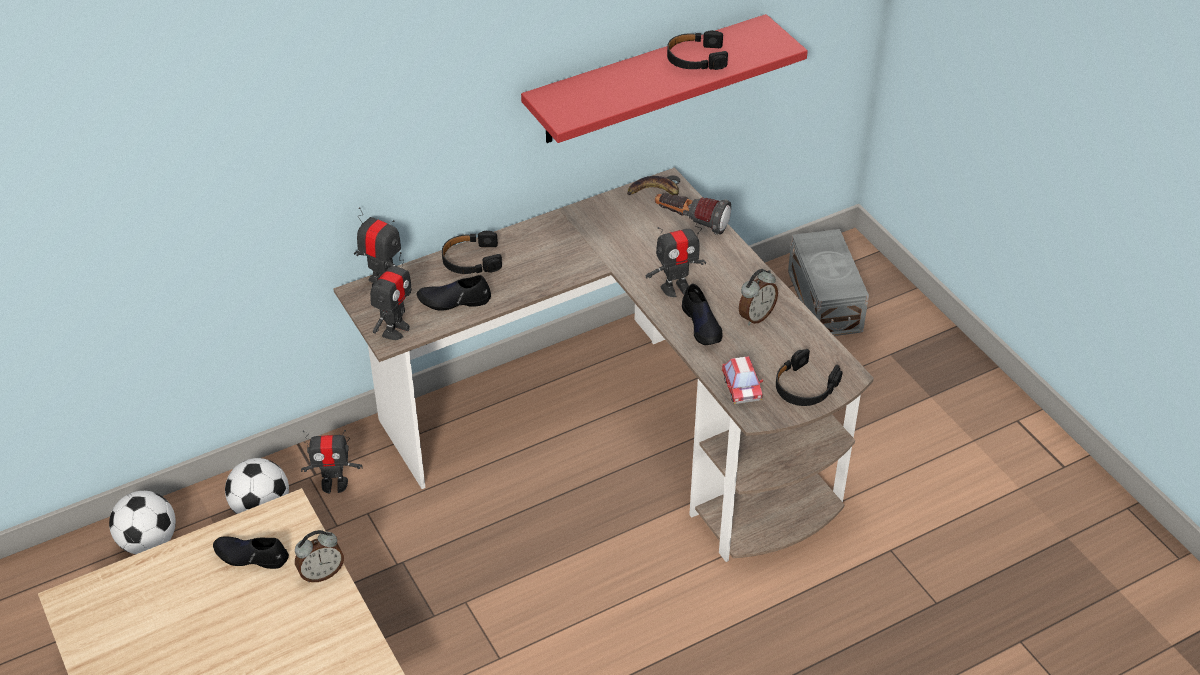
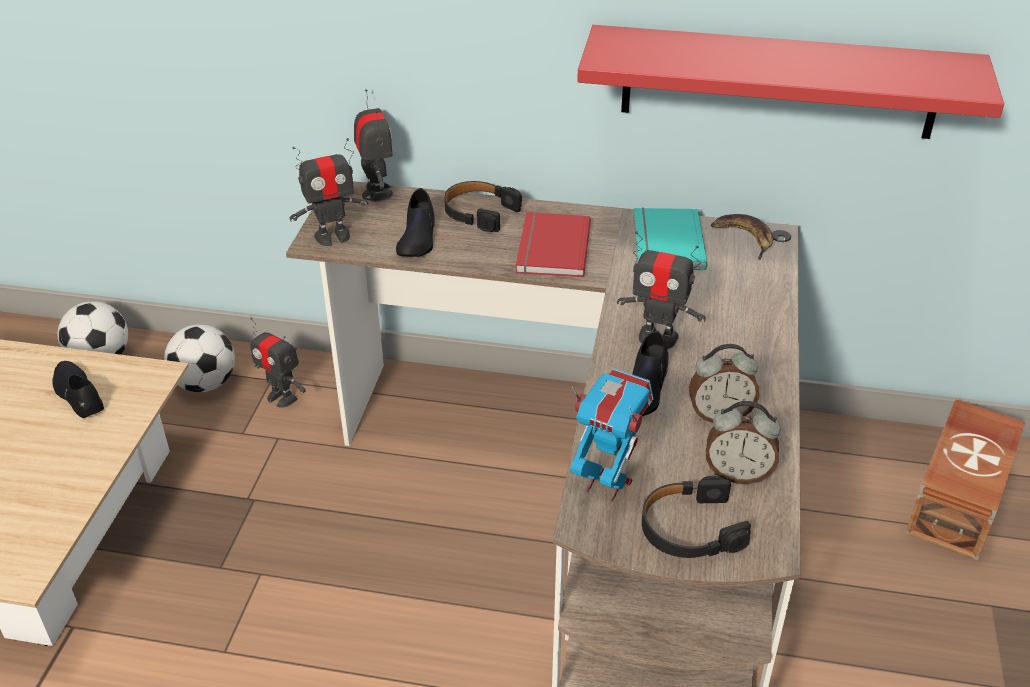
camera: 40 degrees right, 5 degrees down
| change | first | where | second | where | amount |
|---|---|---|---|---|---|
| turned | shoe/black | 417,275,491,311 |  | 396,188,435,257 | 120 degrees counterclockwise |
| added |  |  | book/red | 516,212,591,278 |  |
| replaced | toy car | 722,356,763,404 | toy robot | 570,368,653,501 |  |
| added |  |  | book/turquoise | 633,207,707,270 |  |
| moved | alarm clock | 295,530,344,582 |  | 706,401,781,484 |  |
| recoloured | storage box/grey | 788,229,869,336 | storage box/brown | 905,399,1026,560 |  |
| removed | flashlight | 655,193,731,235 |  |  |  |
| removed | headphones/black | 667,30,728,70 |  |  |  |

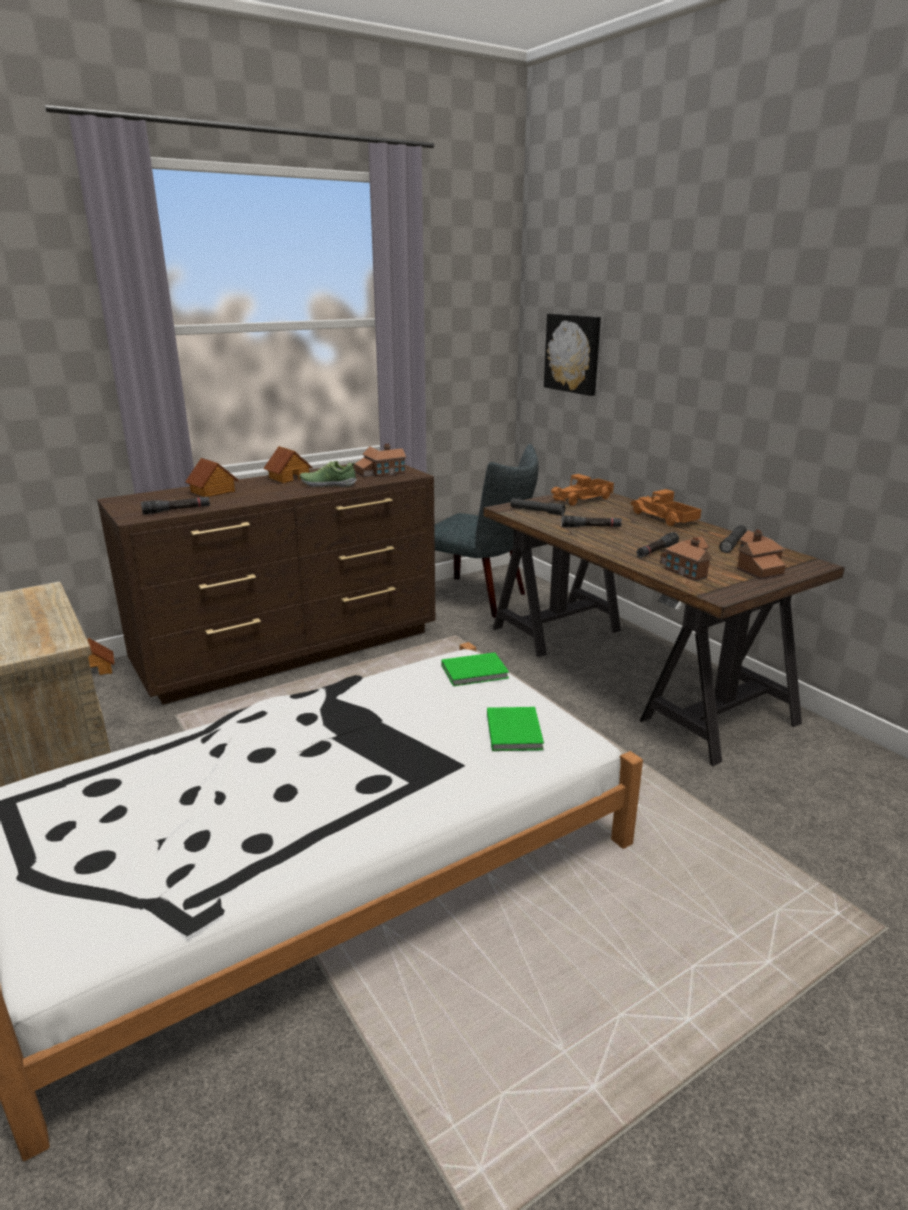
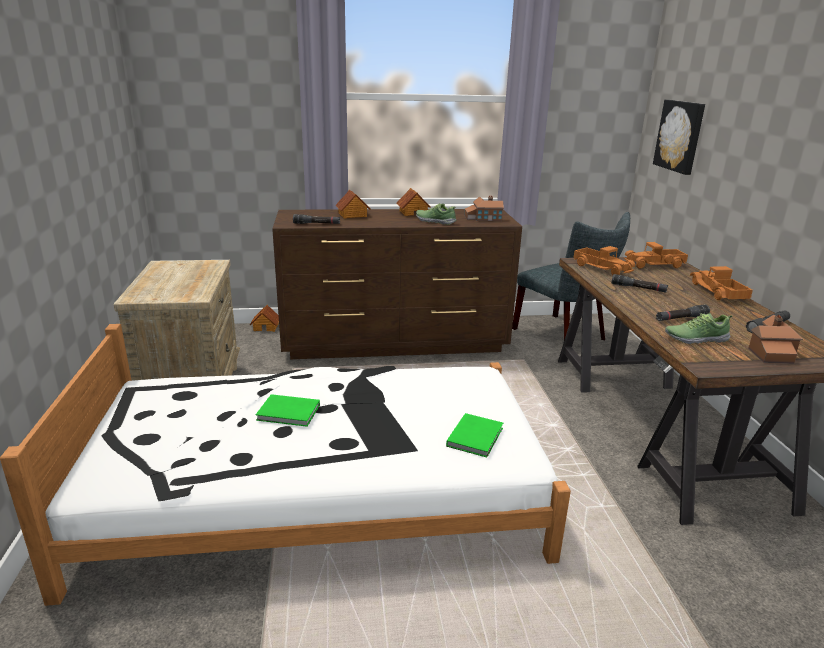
camera: 25 degrees right, 0 degrees up
| change | first | where | second | where | amount |
|---|---|---|---|---|---|
| moved | book/green | 441,652,509,686 |  | 256,394,320,427 |  |
| replaced | flashlight/grey | 511,498,566,515 | toy truck | 573,246,635,275 |  |
| replaced | toy house | 660,536,712,581 | shoe | 665,313,732,344 |  |

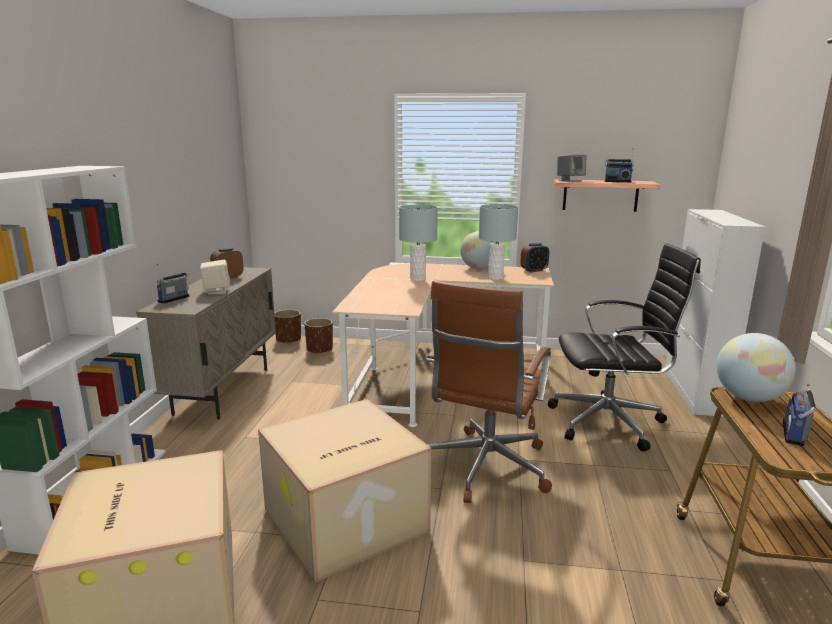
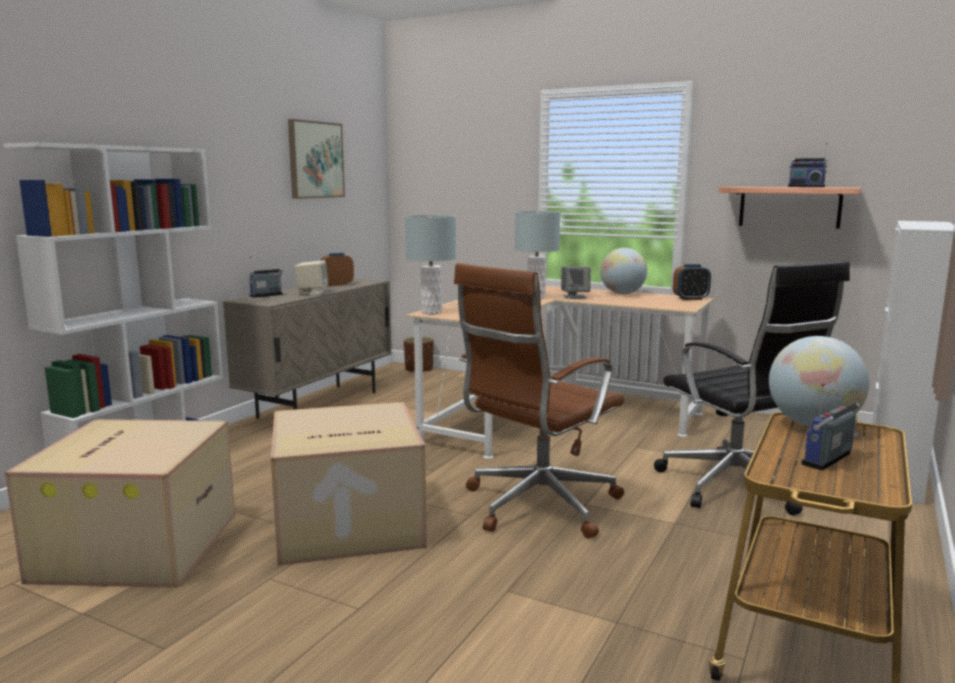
camera: 20 degrees right, 5 degrees down
| change | first | where | second | where | amount |
|---|---|---|---|---|---|
| added |  |  | picture | 288,119,345,199 |  |
| moved | table lamp/grey | 479,204,518,280 |  | 405,215,456,314 |  |
| moved | speaker/grey | 557,154,587,182 |  | 561,266,591,299 |  |
| turned | office chair/black | 548,243,701,451 |  | 654,261,850,516 | 45 degrees clockwise |
| removed | planter/brown | 304,318,333,354 |  |  |  |

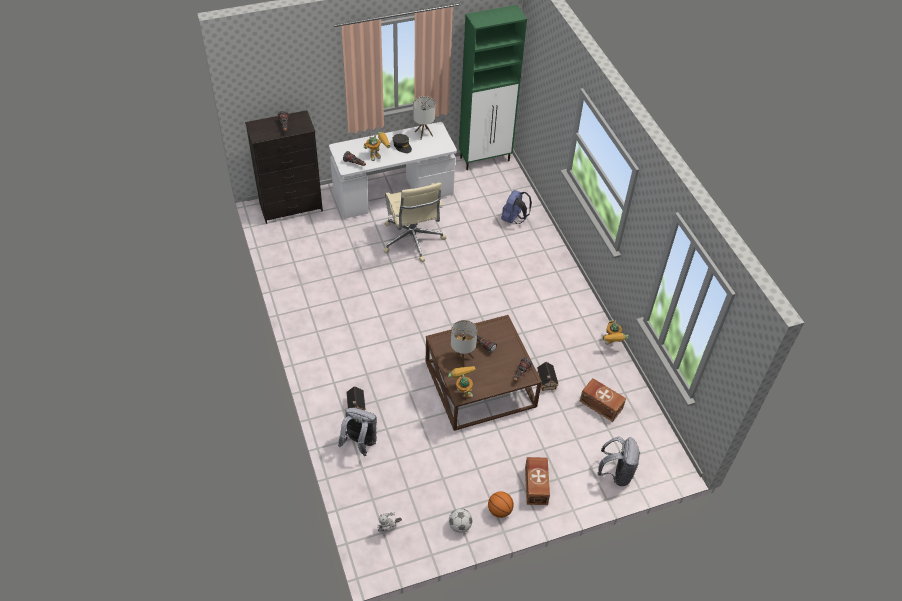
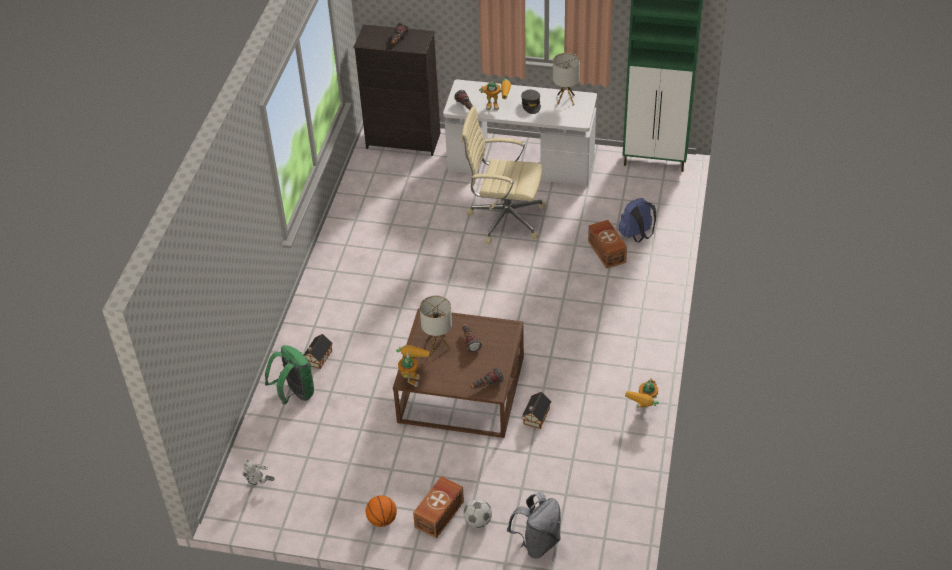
camera: 35 degrees right, 5 degrees down
| change | first | where | second | where | amount |
|---|---|---|---|---|---|
| recoloured | backpack/grey | 338,408,377,456 | backpack/green | 265,345,314,405 |  |
| turned | office chair/beige | 384,182,447,262 |  | 462,105,546,244 | 90 degrees clockwise |
| moved | football | 449,508,472,533 |  | 463,499,492,528 |  |
| moved | storage box/brown | 580,378,626,422 |  | 588,220,627,269 |  |

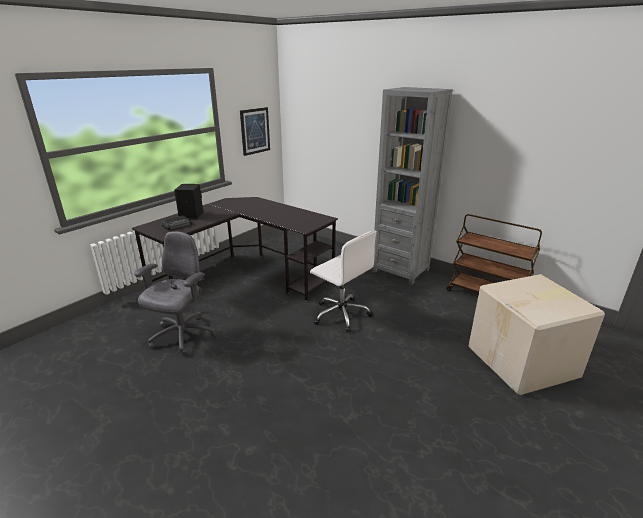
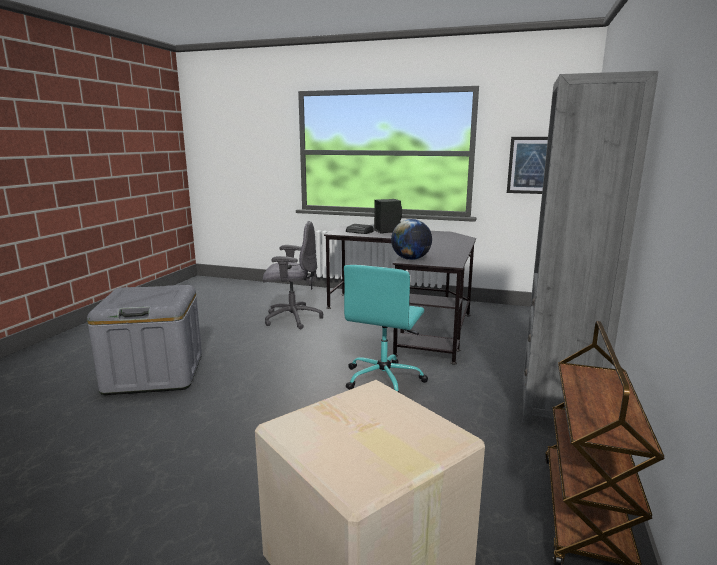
camera: 70 degrees right, 10 degrees down
| change | first | where | second | where | amount |
|---|---|---|---|---|---|
| added |  |  | storage box/grey | 87,285,202,395 |  |
| recoloured | office chair/white | 310,231,377,332 | office chair/turquoise | 344,265,428,393 |  |
| added |  |  | globe | 391,219,432,260 |  |

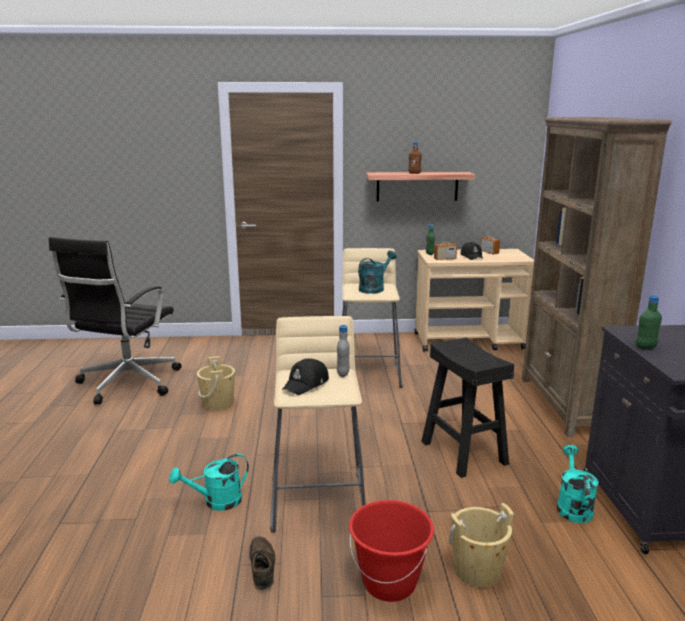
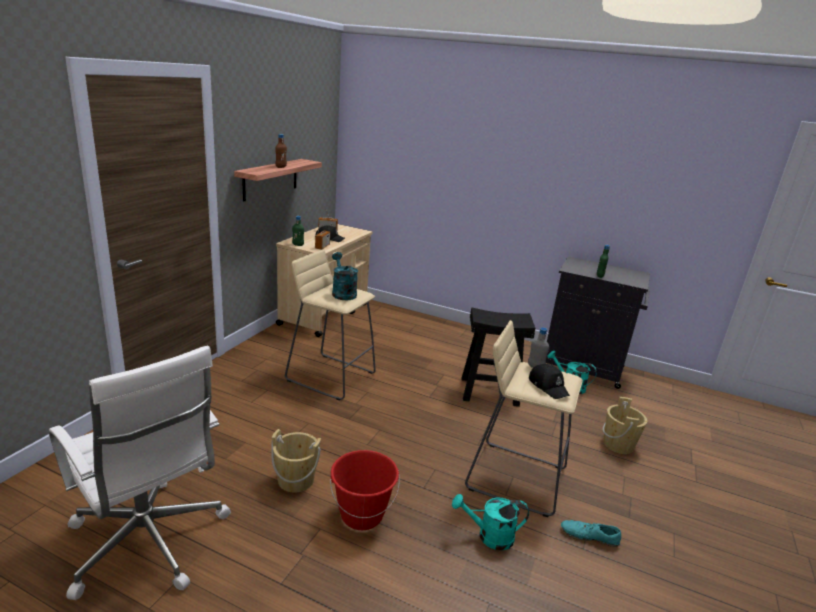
camera: 65 degrees left, 5 degrees up
| change | first | where | second | where | amount |
|---|---|---|---|---|---|
| recoloured | office chair/black | 49,237,182,404 | office chair/white | 49,346,231,600 |  |
| moved | bucket/red | 349,500,434,602 |  | 330,450,400,530 |  |
| turned | watering can/turquoise | 169,454,249,511 |  | 452,494,529,551 | 90 degrees clockwise |
| recoloured | shoe/brown | 249,536,275,590 | shoe/turquoise | 561,520,621,547 |  |
| removed | bookcase/brown | 522,117,672,437 |  |  |  |

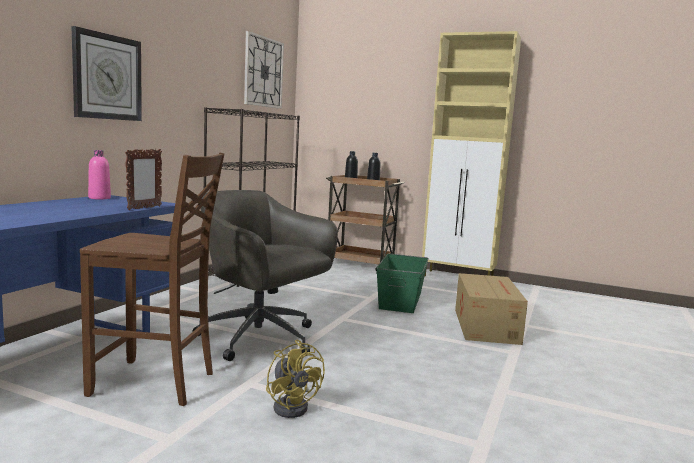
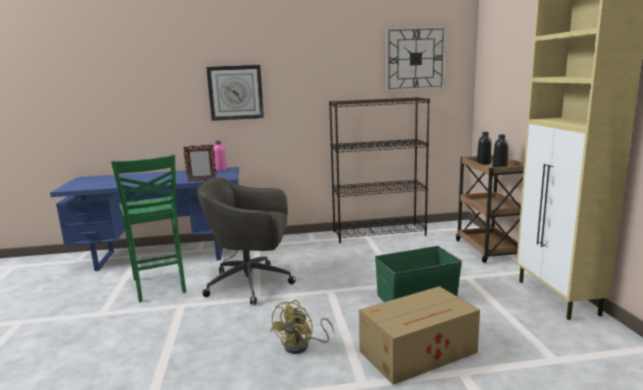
camera: 60 degrees right, 5 degrees up
| change | first | where | second | where | amount |
|---|---|---|---|---|---|
| recoloured | chair/brown | 80,152,224,406 | chair/green | 111,155,186,302 |  |
| turned | office chair/grey | 193,190,338,361 |  | 197,177,296,305 | 90 degrees counterclockwise |
| moved | fan/yellow | 266,340,325,418 |  | 271,300,334,354 |  |

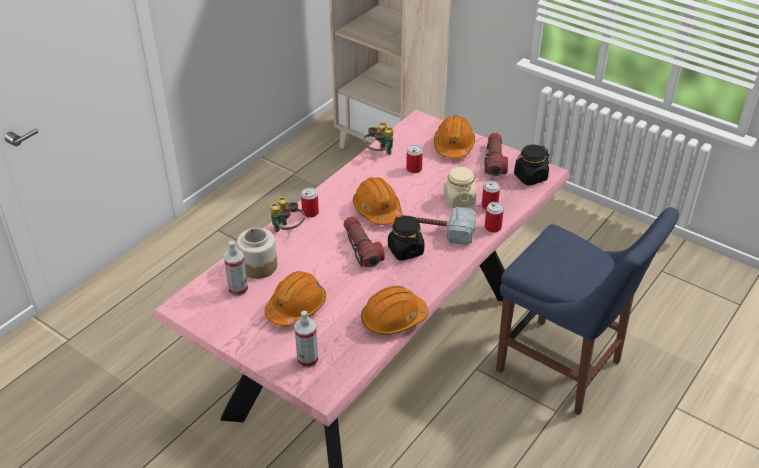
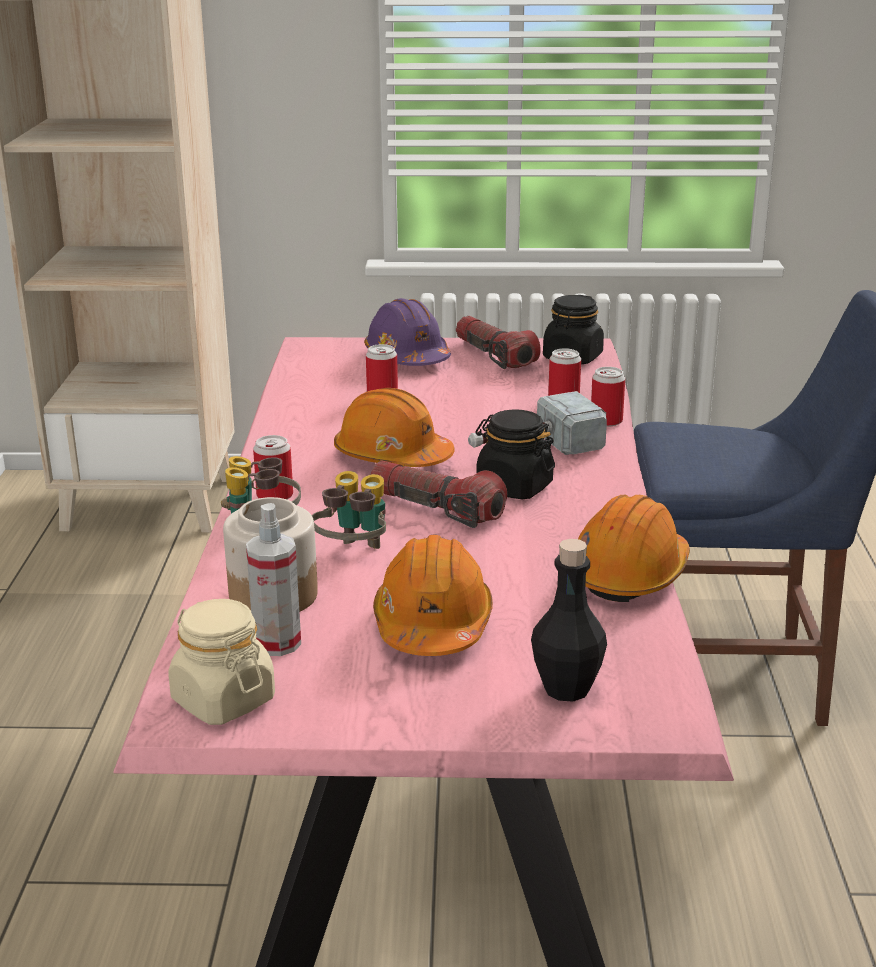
camera: 35 degrees left, 15 degrees down
| change | first | where | second | where | amount |
|---|---|---|---|---|---|
| moved | jar/beige | 444,166,476,208 |  | 168,599,275,725 |  |
| moved | binoculars | 363,122,394,155 |  | 312,471,386,549 |  |
| recoloured | hard hat/orange | 434,115,475,159 | hard hat/purple | 364,298,451,366 |  |
| replaced | spray bottle | 294,311,318,368 | bottle/black | 531,539,607,702 |  |

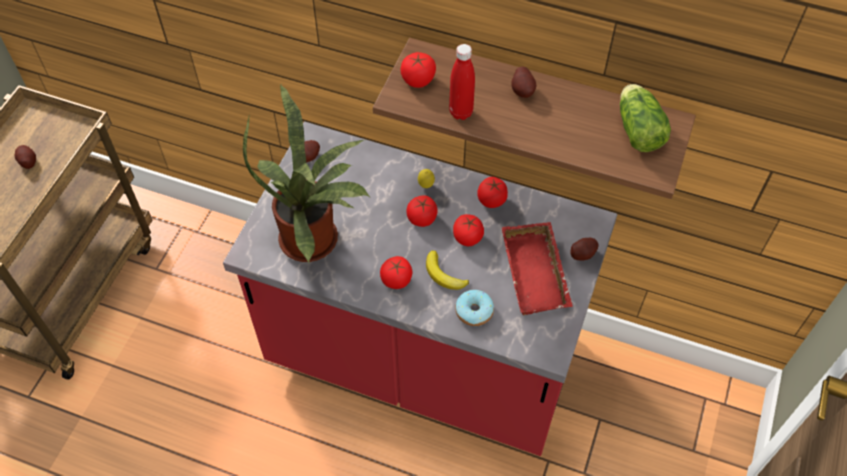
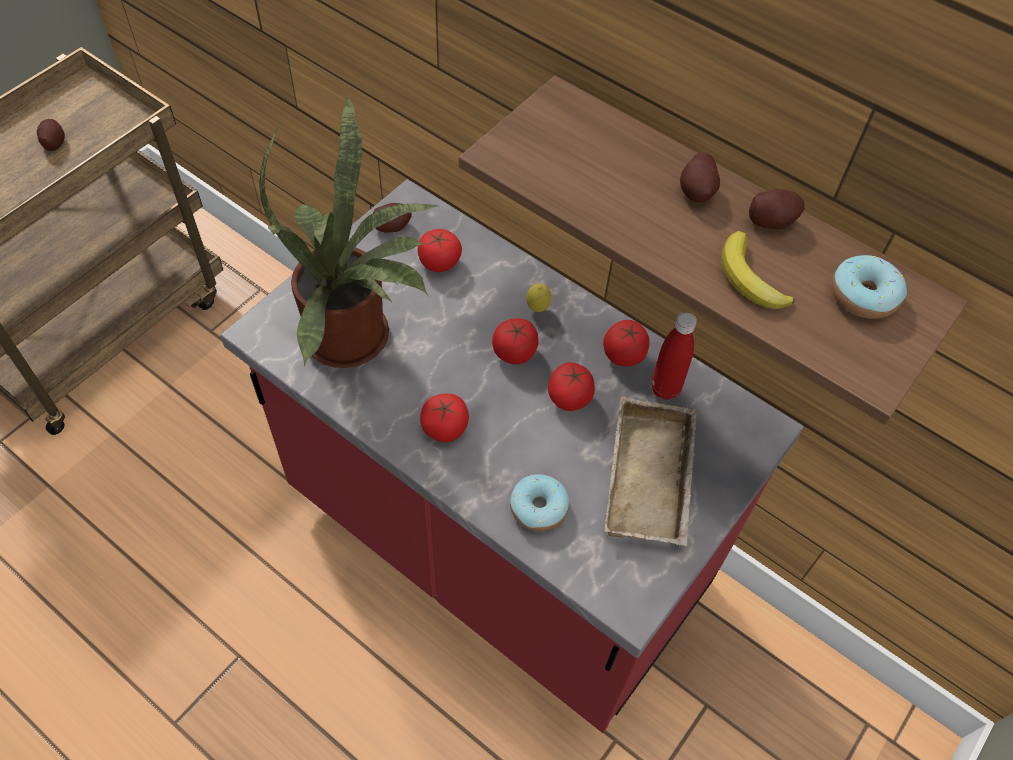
camera: 15 degrees right, 0 degrees up
| change | first | where | second | where | amount |
|---|---|---|---|---|---|
| moved | tomato | 401,52,436,88 |  | 418,229,462,272 |  |
| recoloured | tray/red | 502,222,573,315 | tray/beige | 604,397,697,546 |  |
| moved | bottle/red | 449,44,475,120 |  | 651,312,697,400 |  |
| moved | banana | 426,251,469,290 |  | 721,231,795,309 |  |
| moved | potato | 570,238,599,260 |  | 749,189,805,229 |  |
| replaced | lettuce | 620,84,671,152 | donut | 832,255,907,319 |  |

